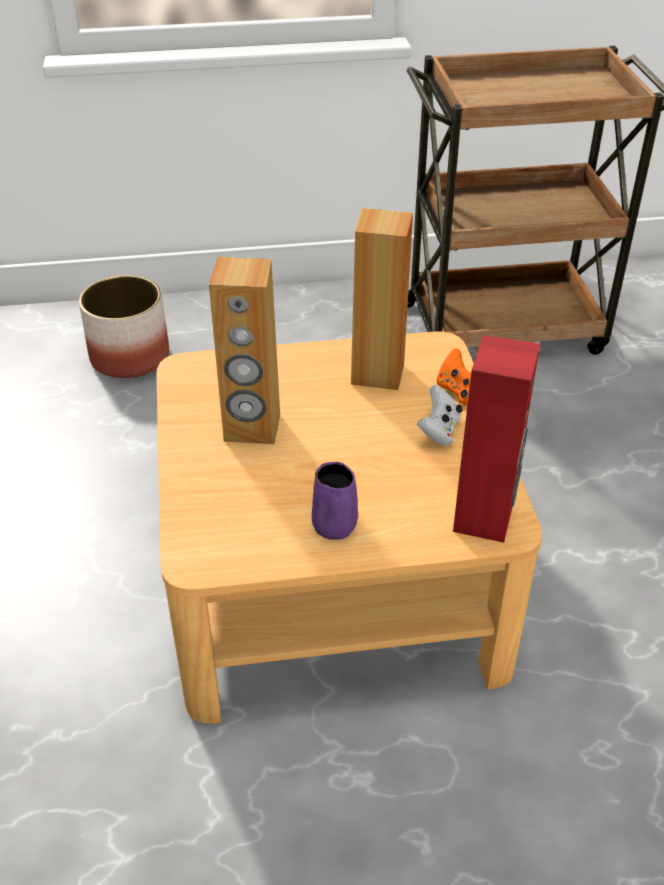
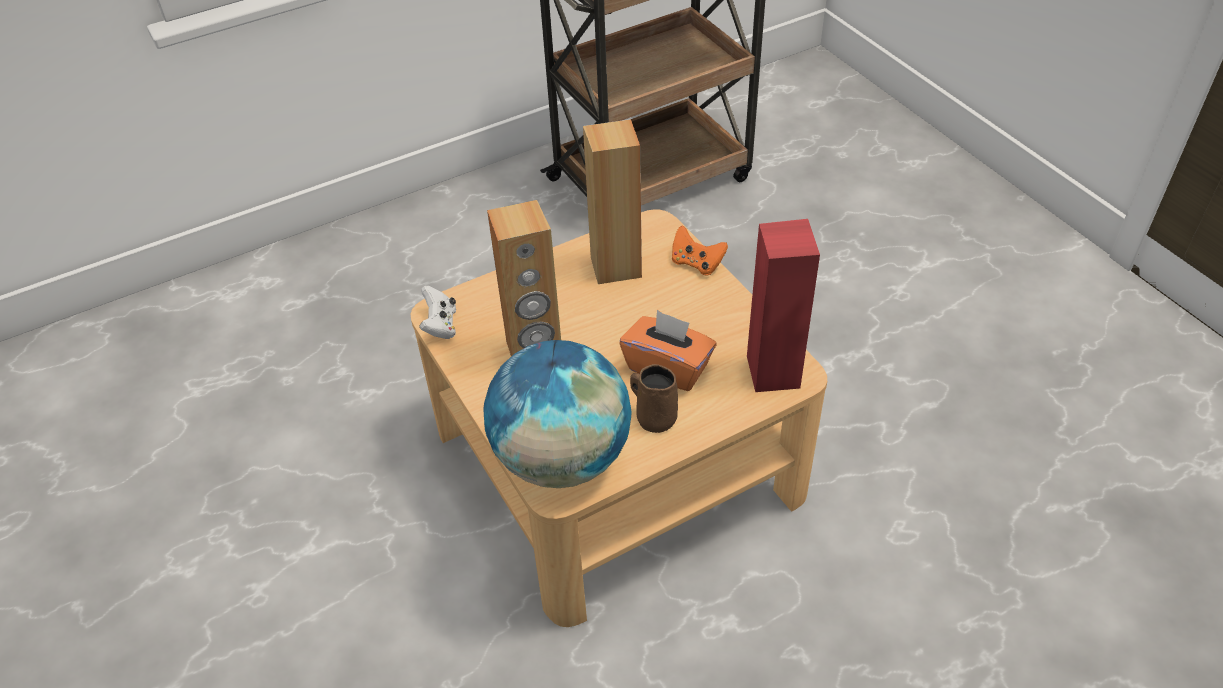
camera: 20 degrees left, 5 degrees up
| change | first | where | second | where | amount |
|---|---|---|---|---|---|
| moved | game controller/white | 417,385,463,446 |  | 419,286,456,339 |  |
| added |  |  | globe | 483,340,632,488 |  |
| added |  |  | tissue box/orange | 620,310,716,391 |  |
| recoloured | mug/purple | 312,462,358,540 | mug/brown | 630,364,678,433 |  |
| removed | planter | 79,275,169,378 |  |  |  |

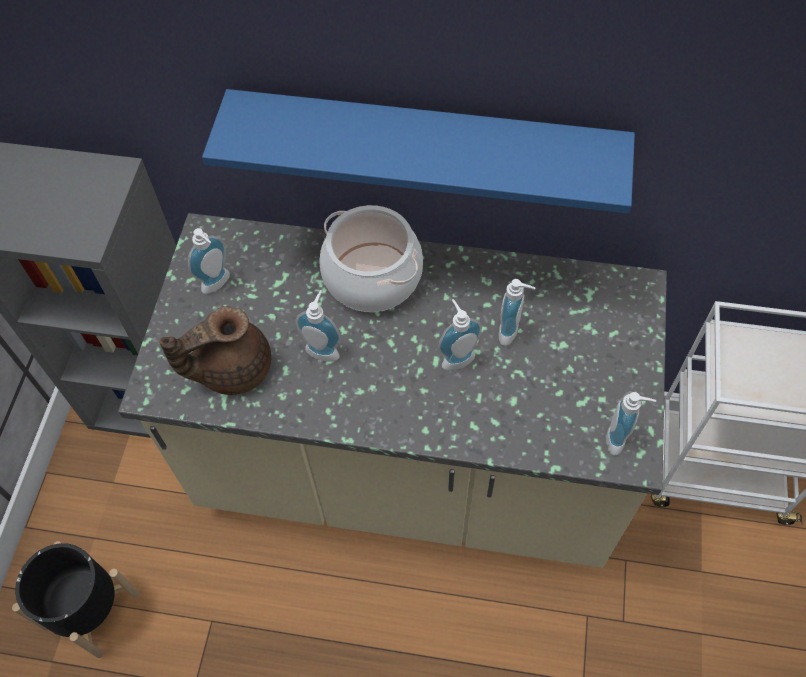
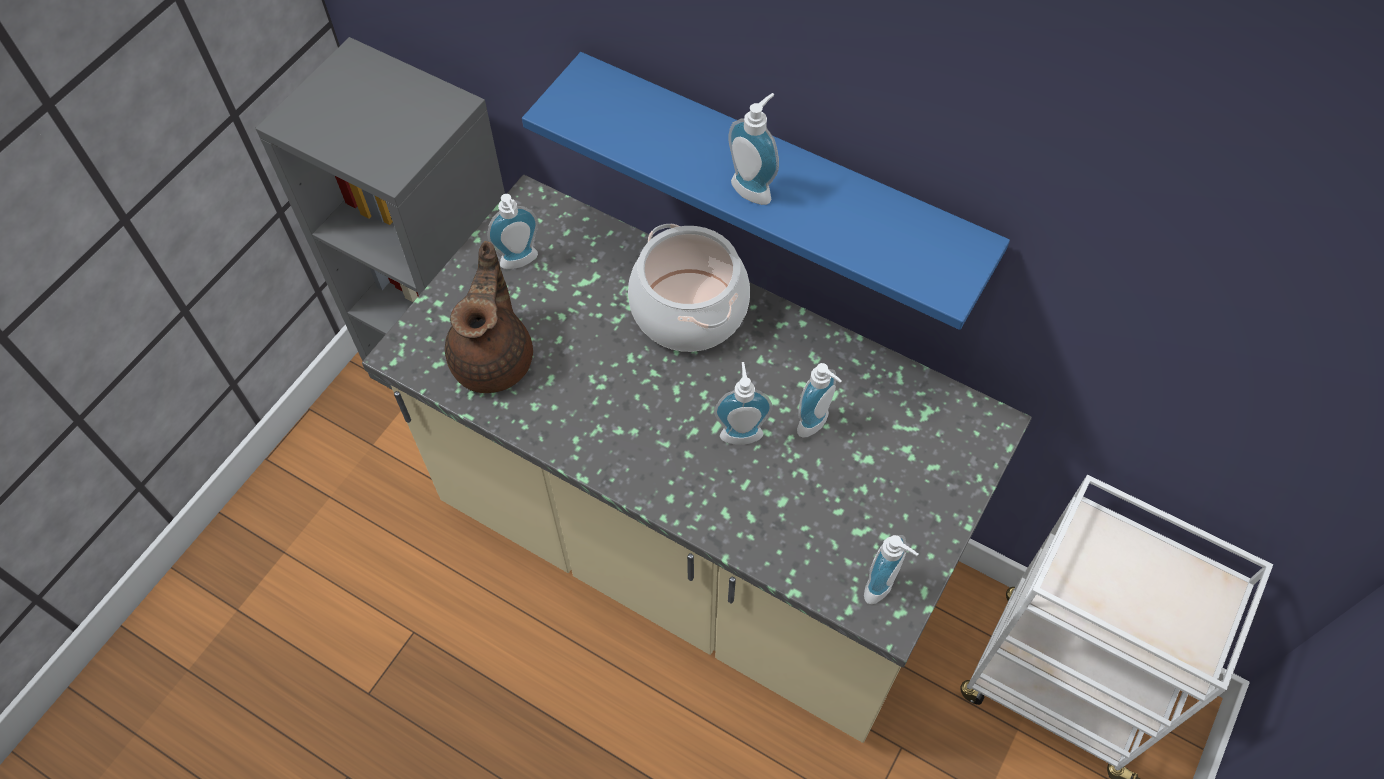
camera: 20 degrees right, 0 degrees up
| change | first | where | second | where | amount |
|---|---|---|---|---|---|
| turned | teapot/brown | 159,306,271,395 |  | 445,241,533,393 | 105 degrees clockwise |
| moved | soap dispenser | 296,290,341,361 |  | 728,93,779,205 |  |
| removed | planter/black | 12,541,140,658 |  |  |  |

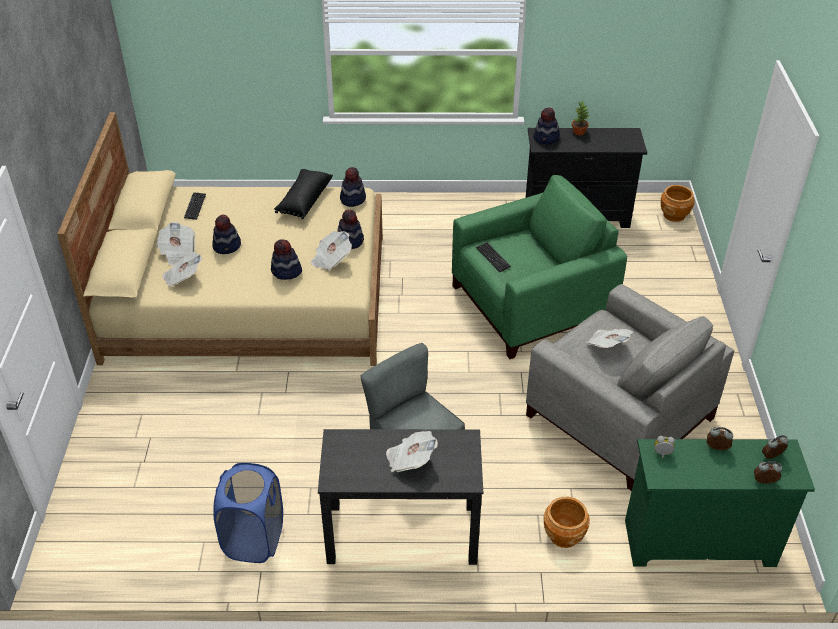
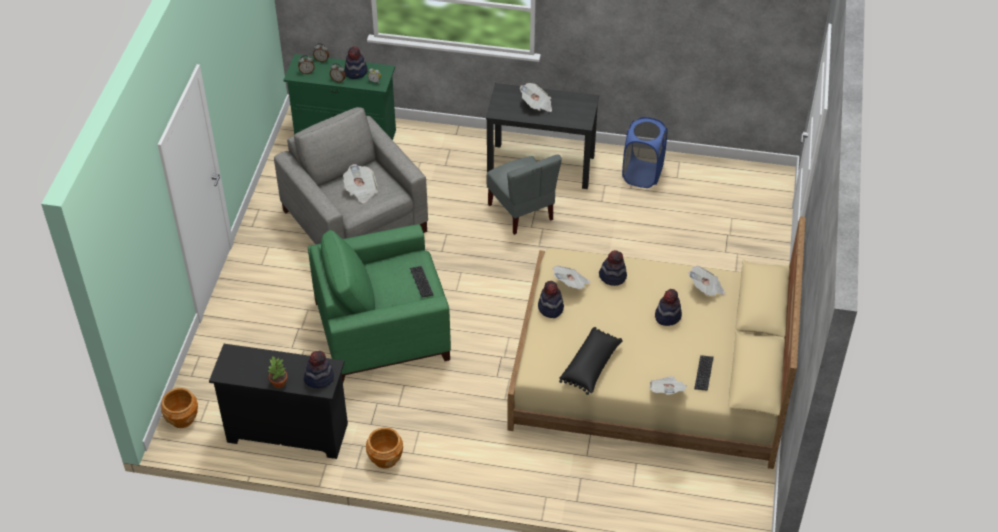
camera: 170 degrees left, 5 degrees up
| change | first | where | second | where | amount |
|---|---|---|---|---|---|
| moved | hat | 340,167,366,207 |  | 344,46,368,79 |  |
| moved | planter/brown | 544,497,590,548 |  | 366,427,403,469 |  |
| moved | newspaper | 156,222,196,266 |  | 649,376,687,395 |  |

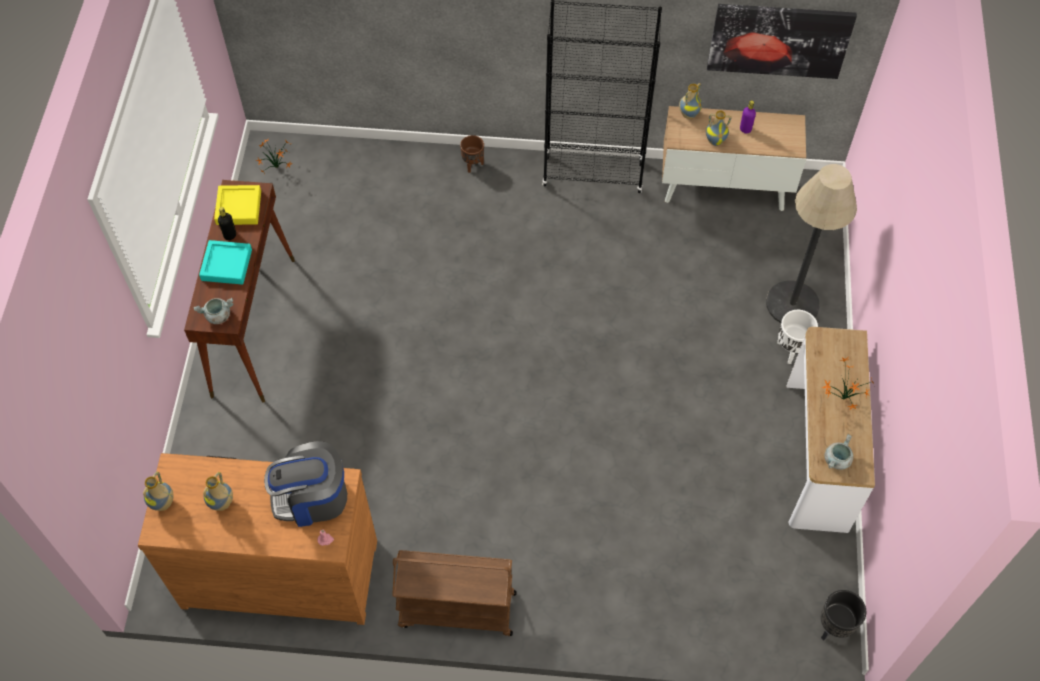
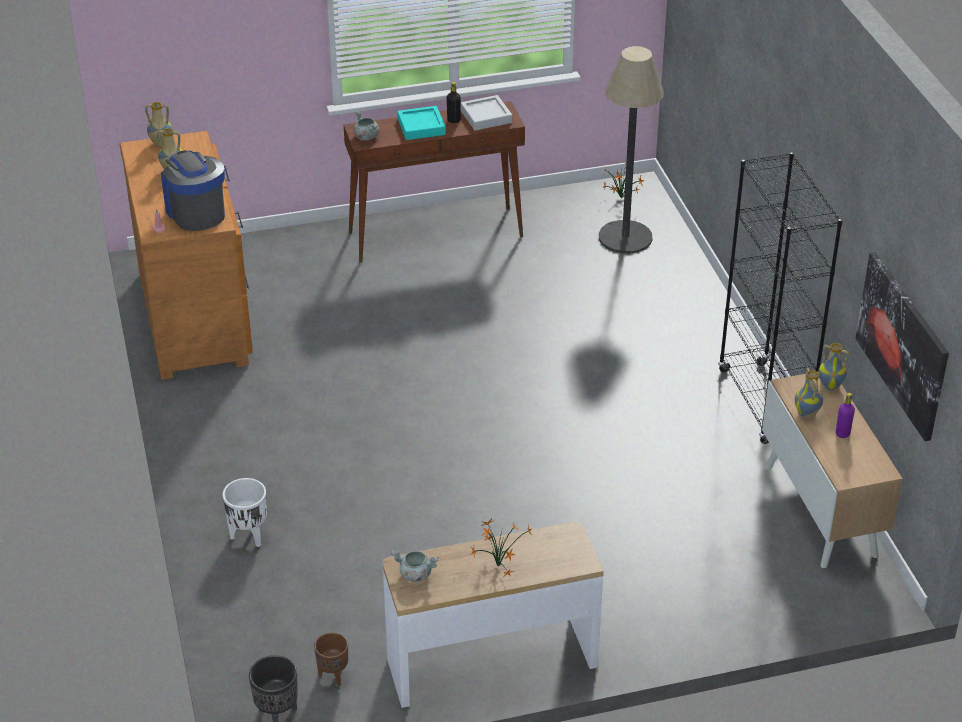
camera: 70 degrees right, 20 degrees down
| change | first | where | second | where | amount |
|---|---|---|---|---|---|
| moved | planter/white | 777,310,818,364 |  | 223,478,267,547 |  |
| moved | planter/brown | 460,135,484,173 |  | 314,632,348,686 |  |
| recoloured | tray/yellow | 214,185,261,225 | tray/grey | 461,95,512,131 |  |
| moved | floor lamp | 766,164,857,323 |  | 599,46,664,253 |  |
| removed | cart/brown | 392,550,517,636 |  |  |  |

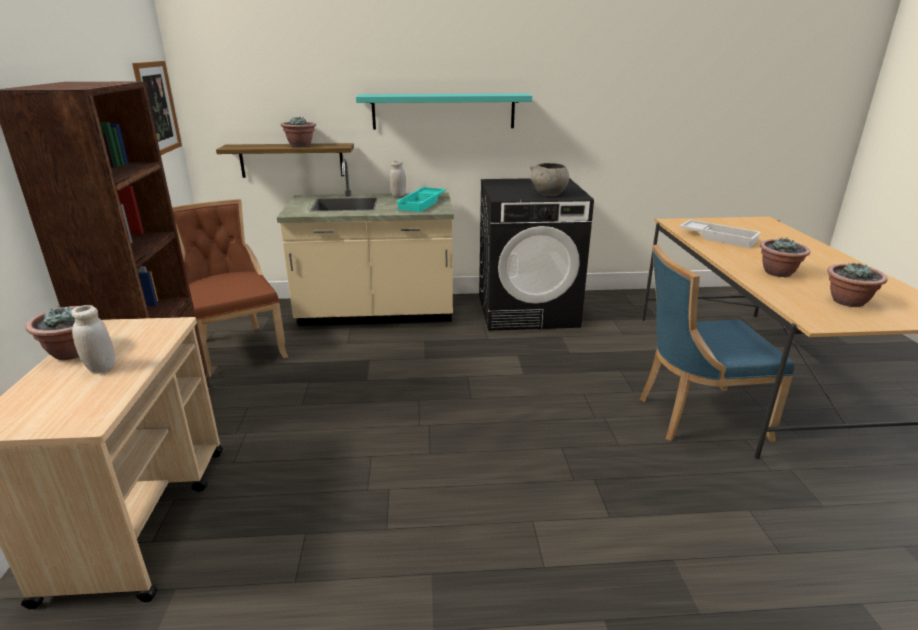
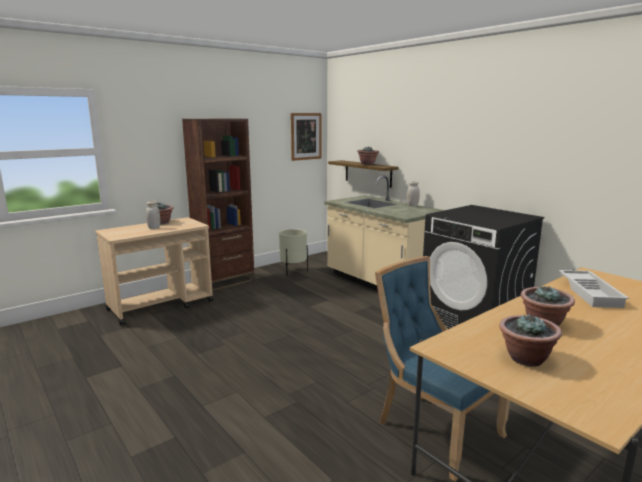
camera: 55 degrees right, 10 degrees down
| change | first | where | second | where | amount |
|---|---|---|---|---|---|
| replaced | chair/brown | 172,199,288,377 | planter/beige | 279,229,308,276 |  |
| removed | shelf/turquoise | 356,93,532,129 |  |  |  |
| removed | tray/turquoise | 396,187,446,212 |  |  |  |
| removed | bowl/grey | 530,163,569,196 |  |  |  |

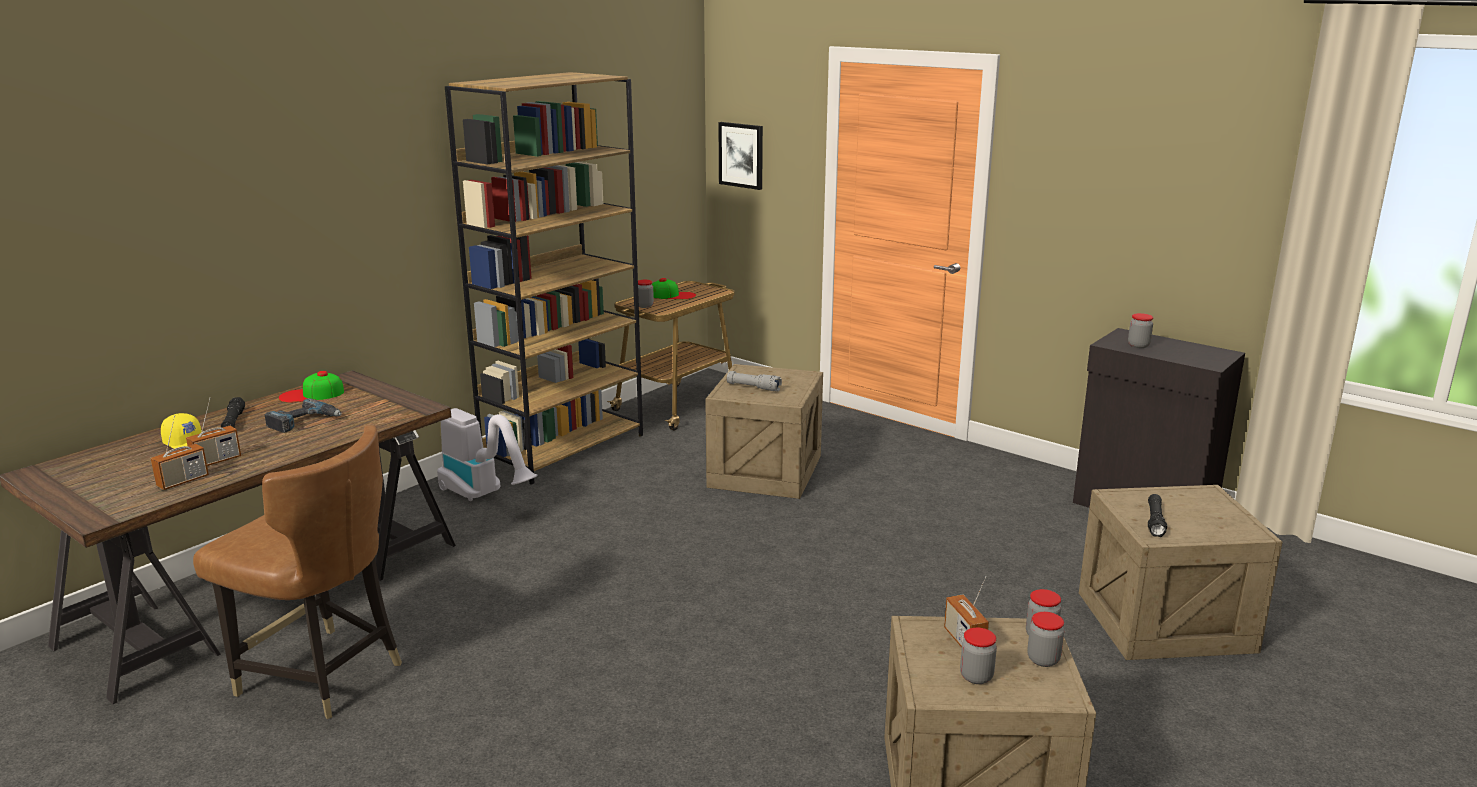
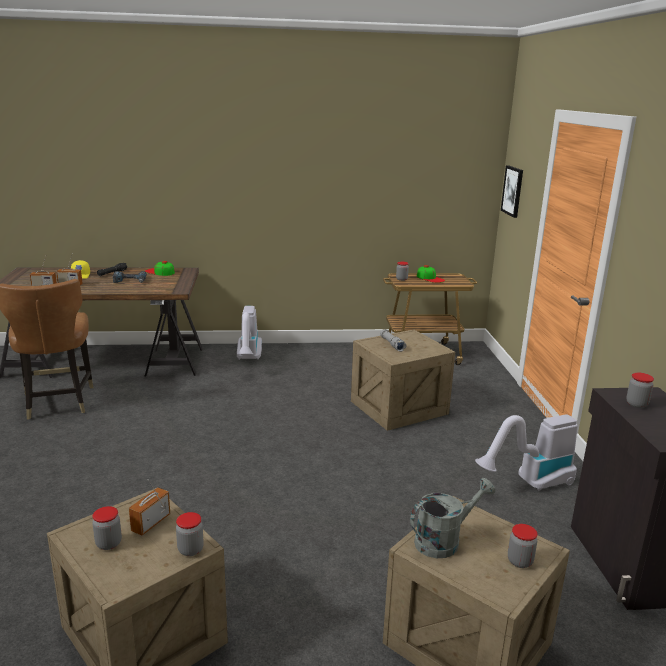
camera: 45 degrees right, 0 degrees up
| change | first | where | second | where | amount |
|---|---|---|---|---|---|
| replaced | flashlight/black | 1148,494,1167,537 | watering can/grey | 410,478,495,558 |  |
| added |  |  | vacuum cleaner | 475,414,578,491 |  |
| moved | jar | 1027,612,1064,667 |  | 508,524,538,568 |  |
| removed | bookcase/brown | 445,72,643,485 |  |  |  |

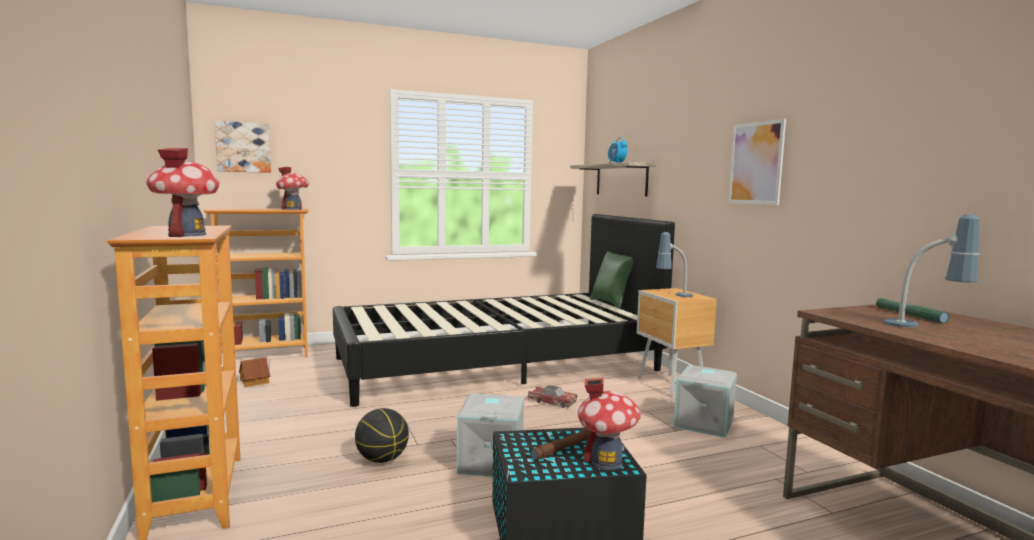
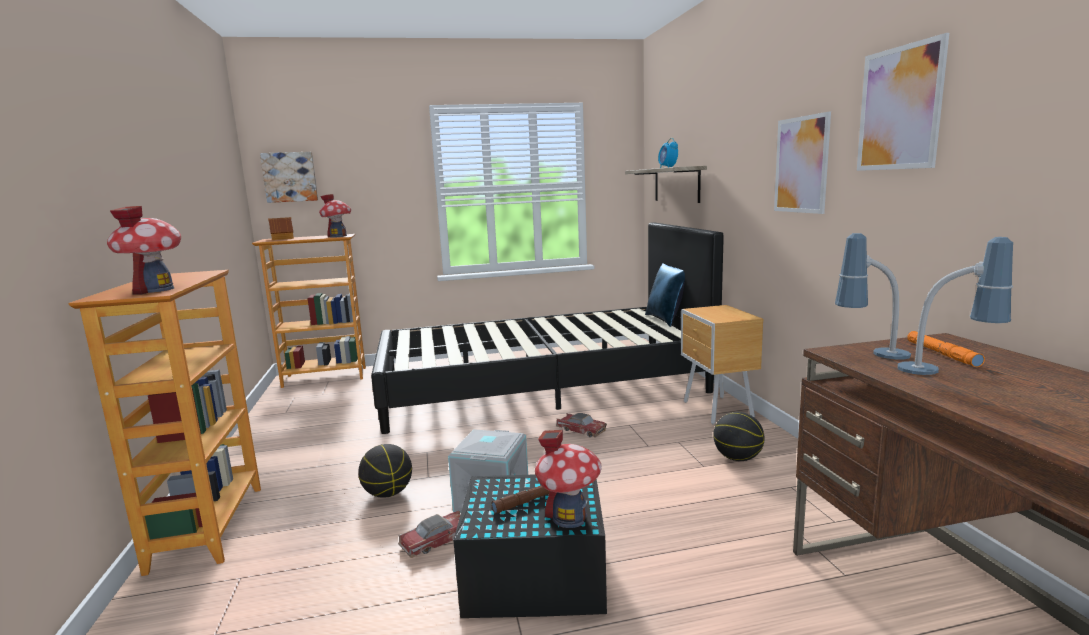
camera: 10 degrees right, 5 degrees up
| change | first | where | second | where | amount |
|---|---|---|---|---|---|
| moved | toy house | 239,357,270,387 |  | 268,217,294,240 |  |
| added |  |  | toy car | 398,511,461,558 |  |
| recoloured | pillow/green | 590,251,633,309 | pillow/blue | 645,263,685,327 |  |
| replaced | storage box/grey | 673,365,737,438 | basketball | 713,412,765,461 |  |
| moved | table lamp | 656,232,693,297 |  | 835,233,911,359 |  |
| added |  |  | picture | 857,33,949,171 |  |
| recoloured | flashlight/green | 876,298,949,323 | flashlight/orange | 907,331,985,367 |  |

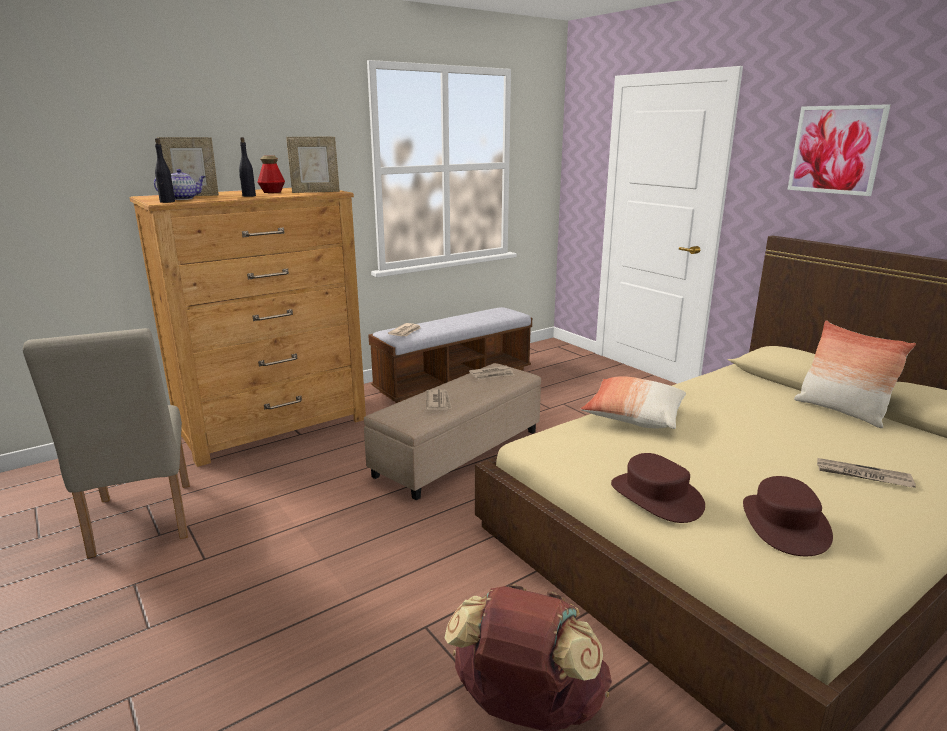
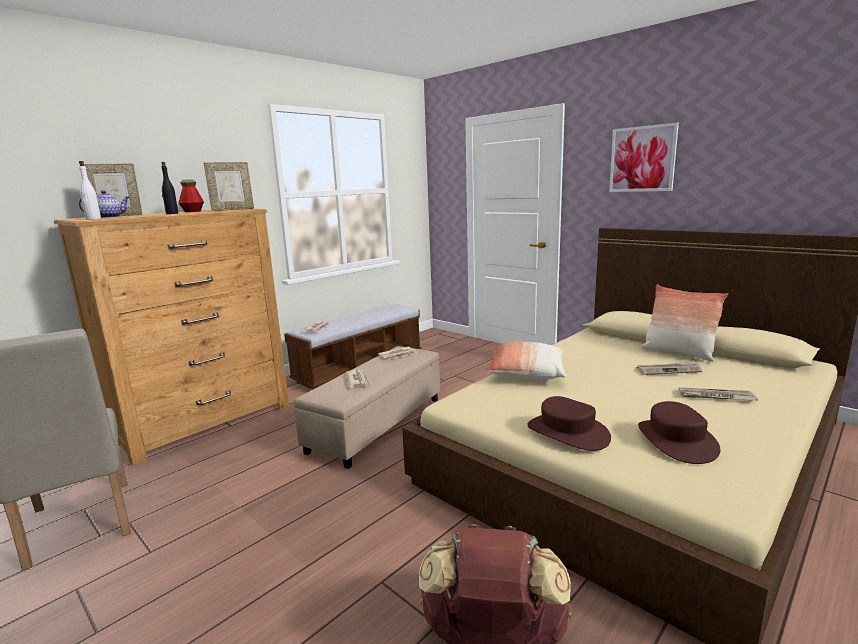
camera: 10 degrees left, 5 degrees down
| change | first | where | second | where | amount |
|---|---|---|---|---|---|
| recoloured | bottle/black | 155,138,175,203 | bottle/white | 79,161,101,220 |  |
| added |  |  | newspaper | 637,361,702,375 |  |

